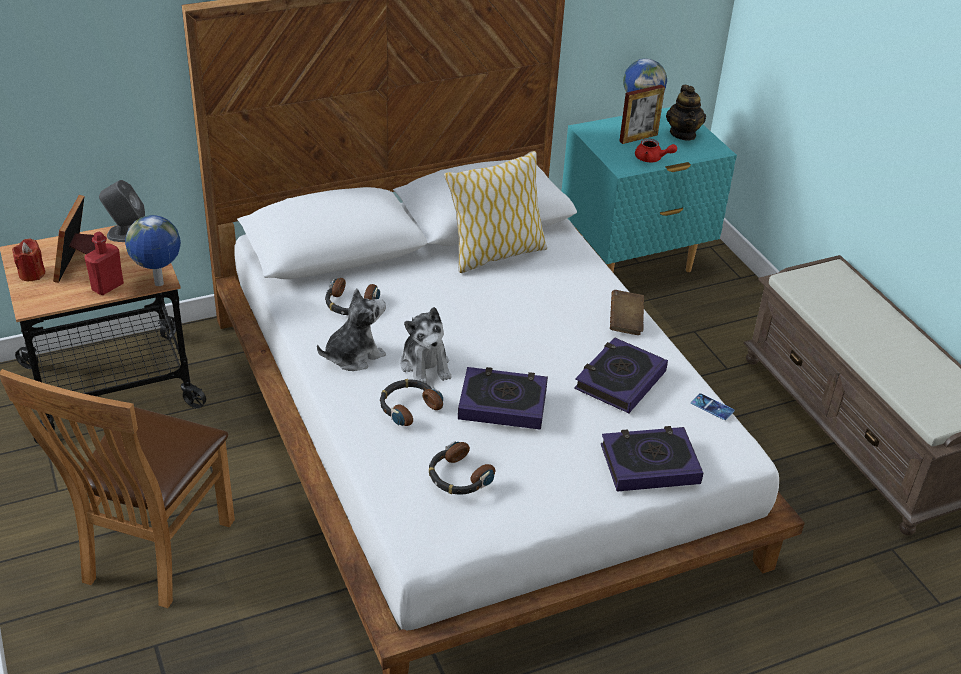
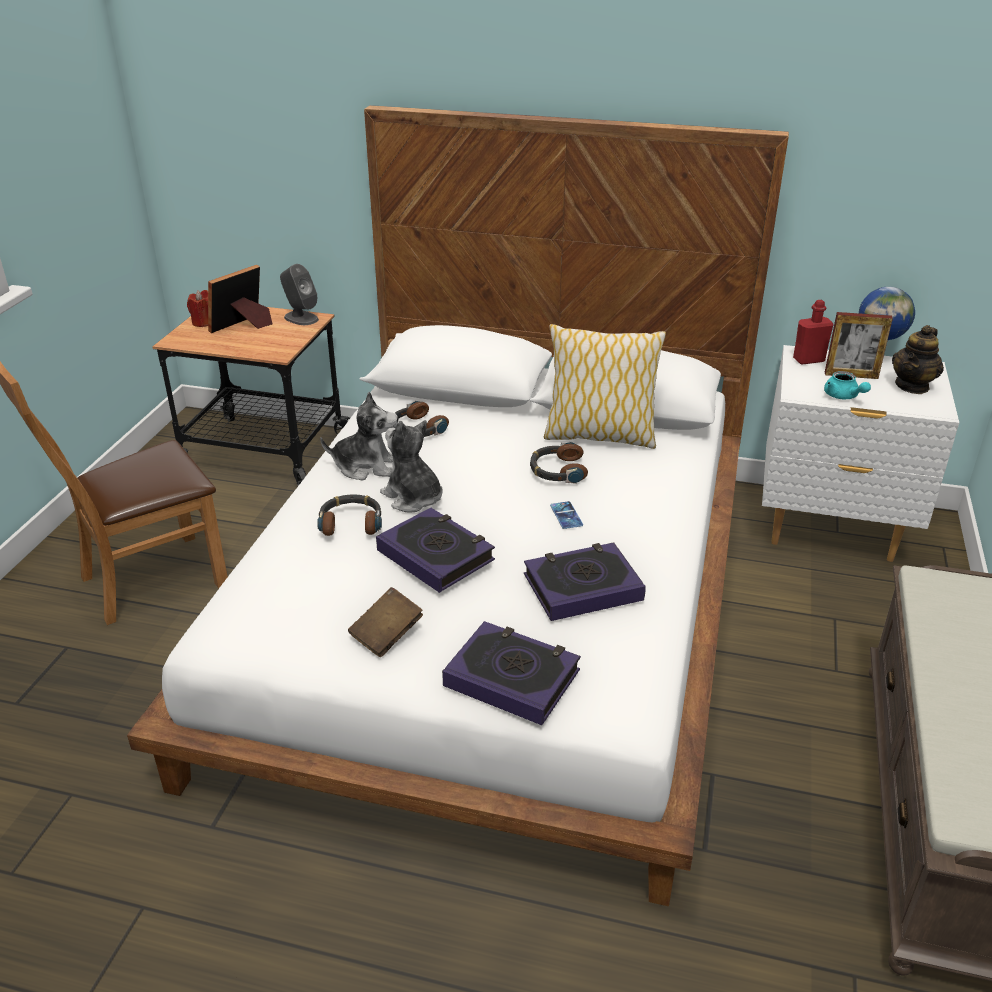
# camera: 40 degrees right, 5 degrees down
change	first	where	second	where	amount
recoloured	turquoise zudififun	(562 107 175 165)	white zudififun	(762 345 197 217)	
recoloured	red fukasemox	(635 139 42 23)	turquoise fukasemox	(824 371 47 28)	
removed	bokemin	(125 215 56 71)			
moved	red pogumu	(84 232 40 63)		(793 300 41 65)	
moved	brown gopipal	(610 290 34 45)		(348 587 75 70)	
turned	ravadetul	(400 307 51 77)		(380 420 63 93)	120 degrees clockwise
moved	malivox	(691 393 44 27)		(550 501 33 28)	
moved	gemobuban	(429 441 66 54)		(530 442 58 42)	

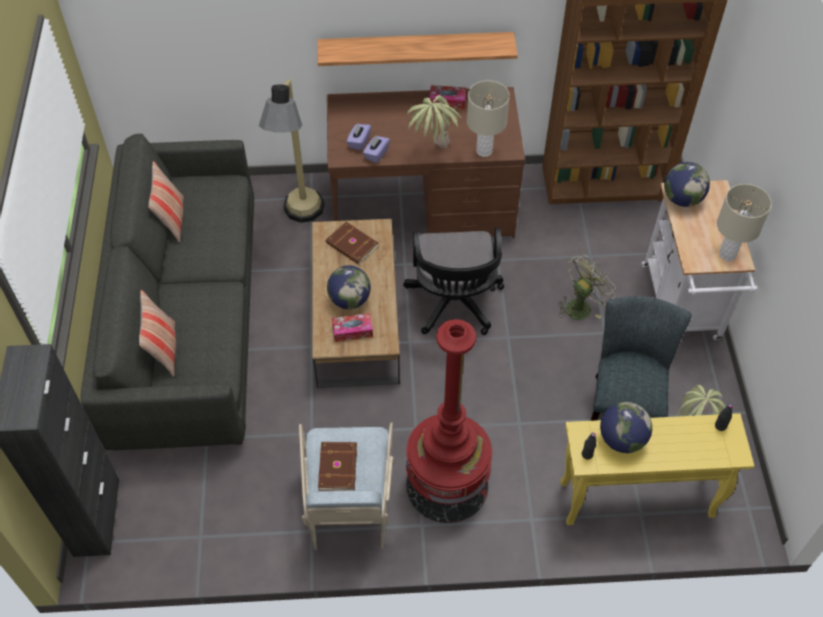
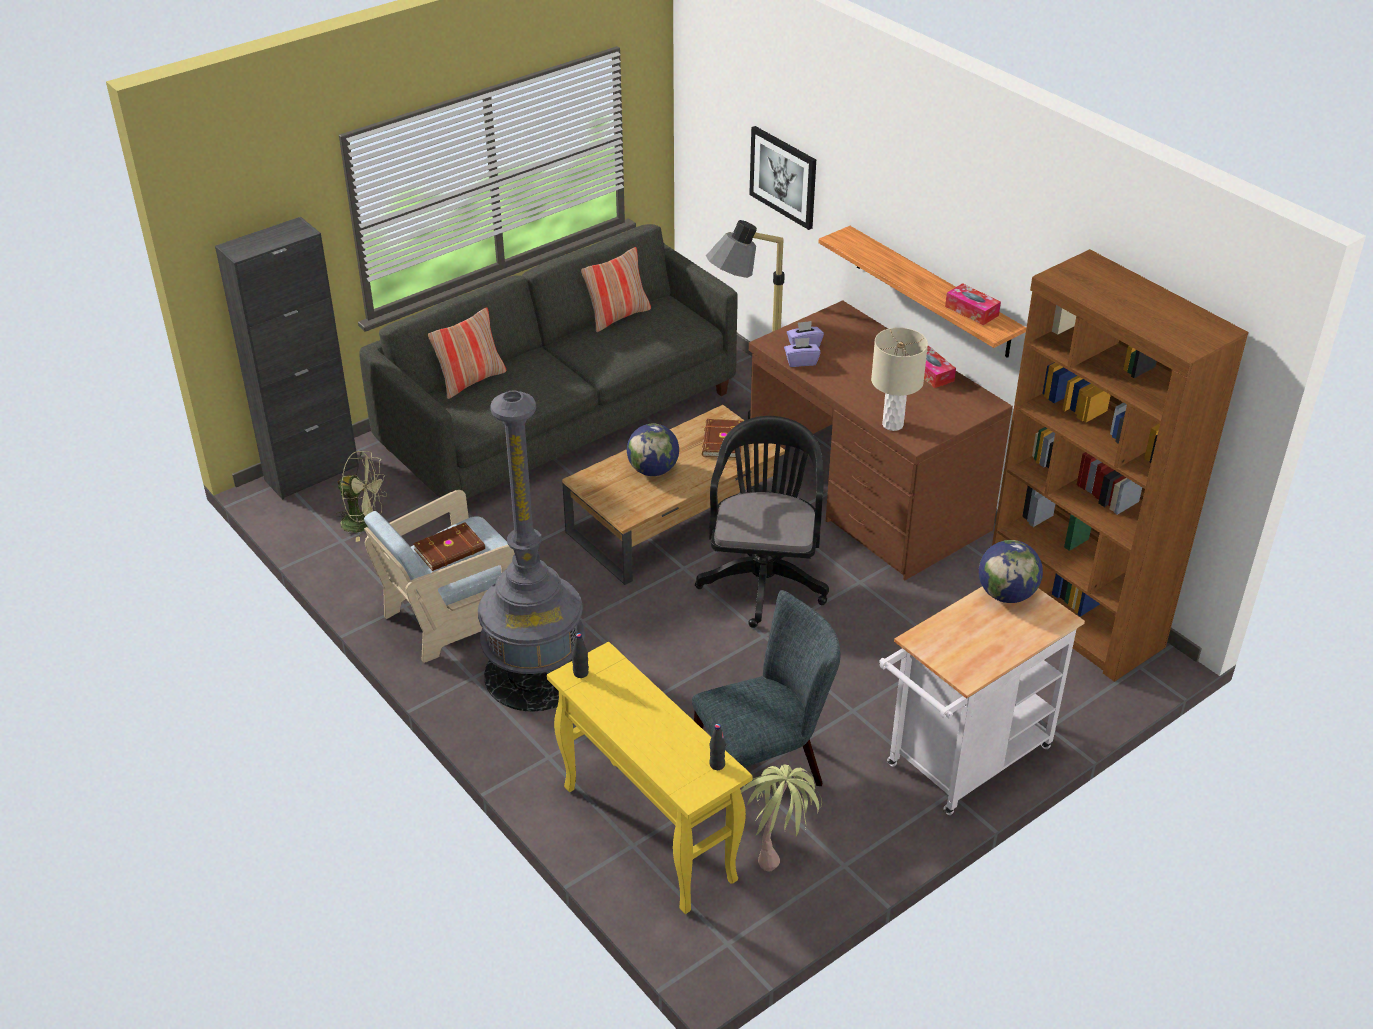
# camera: 55 degrees right, 15 degrees down
change	first	where	second	where	amount
removed	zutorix	(407 95 55 53)			
removed	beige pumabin	(717 184 55 77)			
turned	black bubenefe	(403 228 101 107)		(695 416 134 212)	135 degrees clockwise
moved	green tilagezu	(558 254 58 66)		(336 450 51 92)	
moved	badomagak	(332 313 41 29)		(945 283 56 42)	
recoloured	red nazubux	(406 319 86 204)	grey nazubux	(478 390 107 322)	
removed	bokemin	(600 402 52 51)			
added			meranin	(749 126 67 104)	

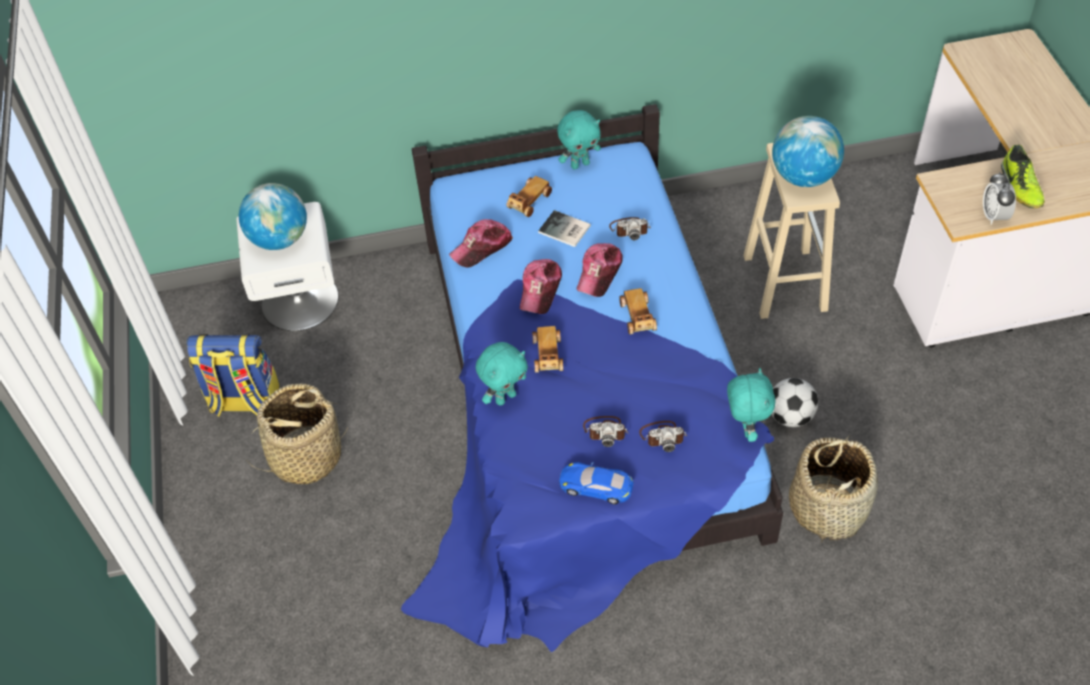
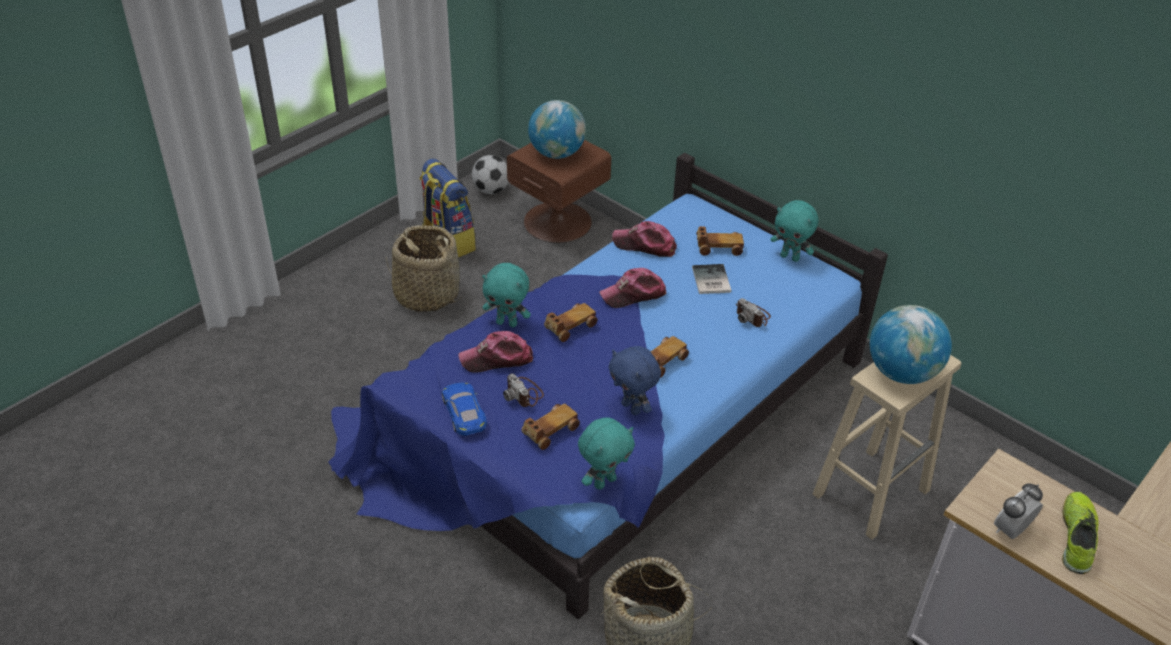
# camera: 50 degrees right, 10 degrees down
change	first	where	second	where	amount
turned	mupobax	(1001 145 44 63)		(1062 492 37 82)	150 degrees clockwise
recoloured	white zudififun	(236 202 103 129)	brown zudififun	(507 140 104 103)	
moved	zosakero	(576 243 47 54)		(458 331 75 42)	
moved	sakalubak	(771 378 47 49)		(472 155 37 39)	
replaced	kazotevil	(639 421 48 31)	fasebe	(521 404 59 46)	
added			blue ravadetul	(608 346 53 69)	

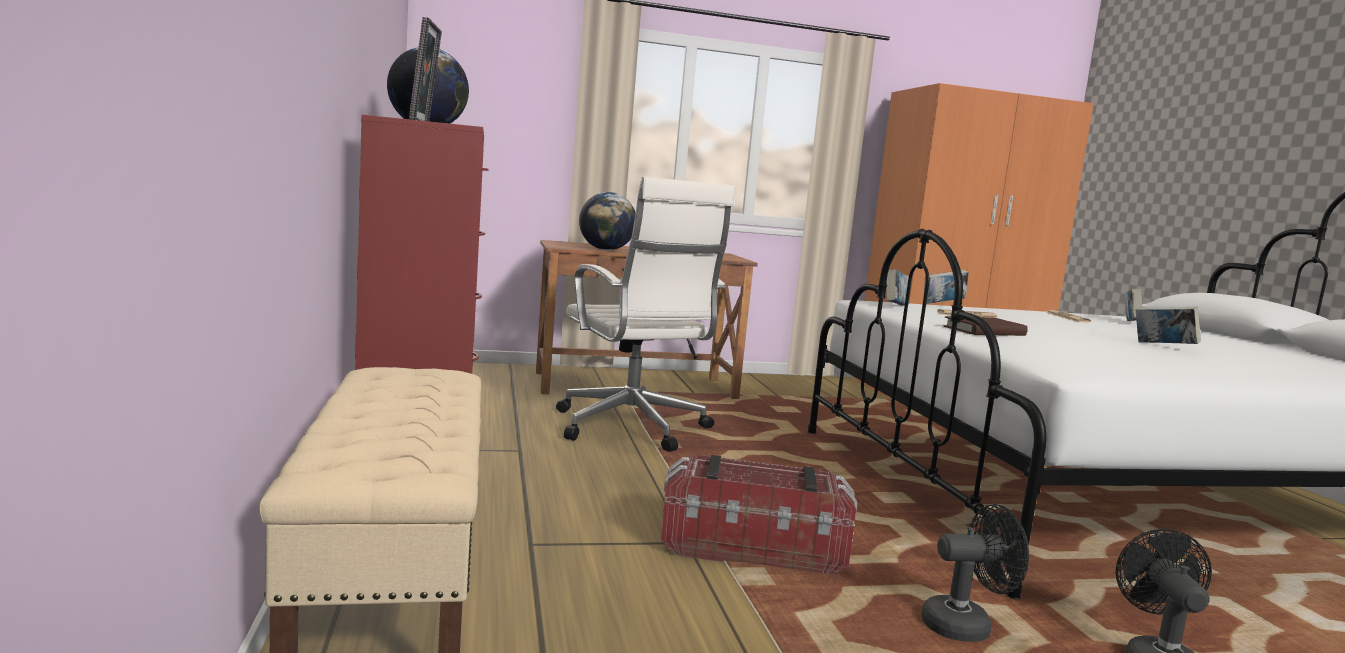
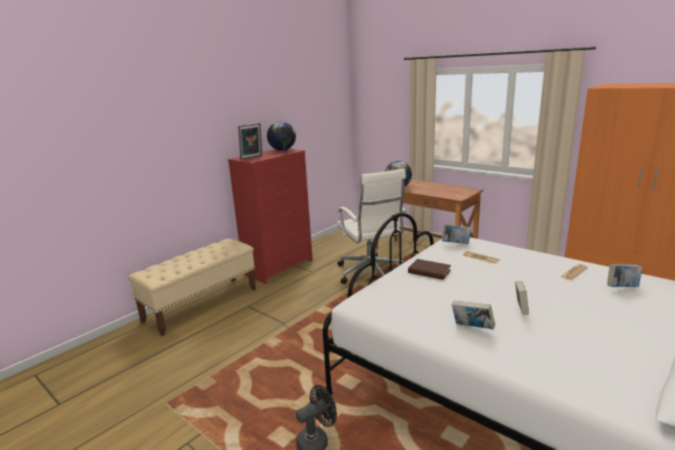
# camera: 55 degrees right, 10 degrees up
change	first	where	second	where	amount
turned	white bubenefe	(556 177 179 275)		(337 169 69 115)	45 degrees counterclockwise
moved	gopipal	(924 270 45 34)		(452 301 43 28)	
removed	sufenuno	(661 455 197 120)			
removed	black tilagezu	(921 504 108 138)			

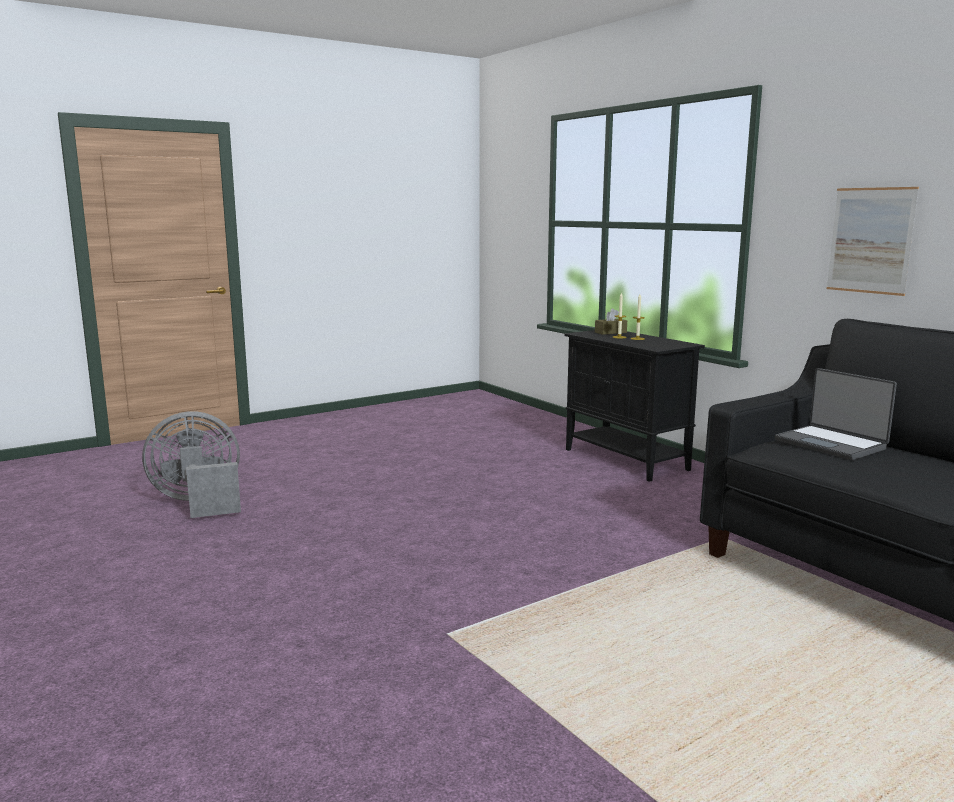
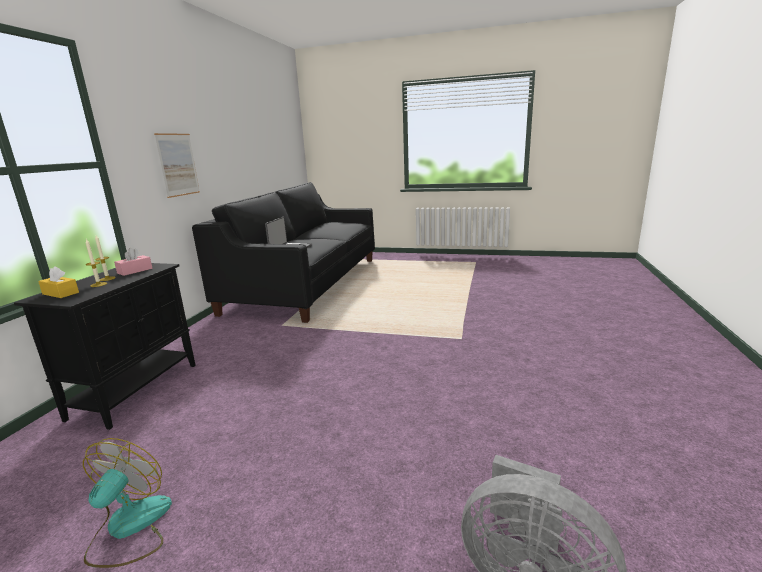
# camera: 130 degrees left, 5 degrees up
change	first	where	second	where	amount
recoloured	brown badomagak	(595 308 32 27)	yellow badomagak	(38 266 41 32)	
added			pink badomagak	(114 248 38 28)	
added			tilagezu	(83 438 89 130)	

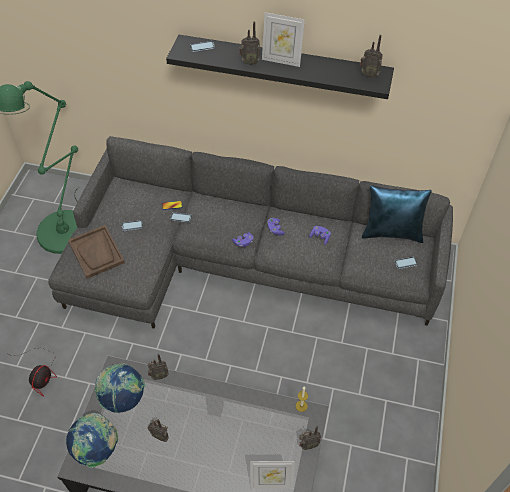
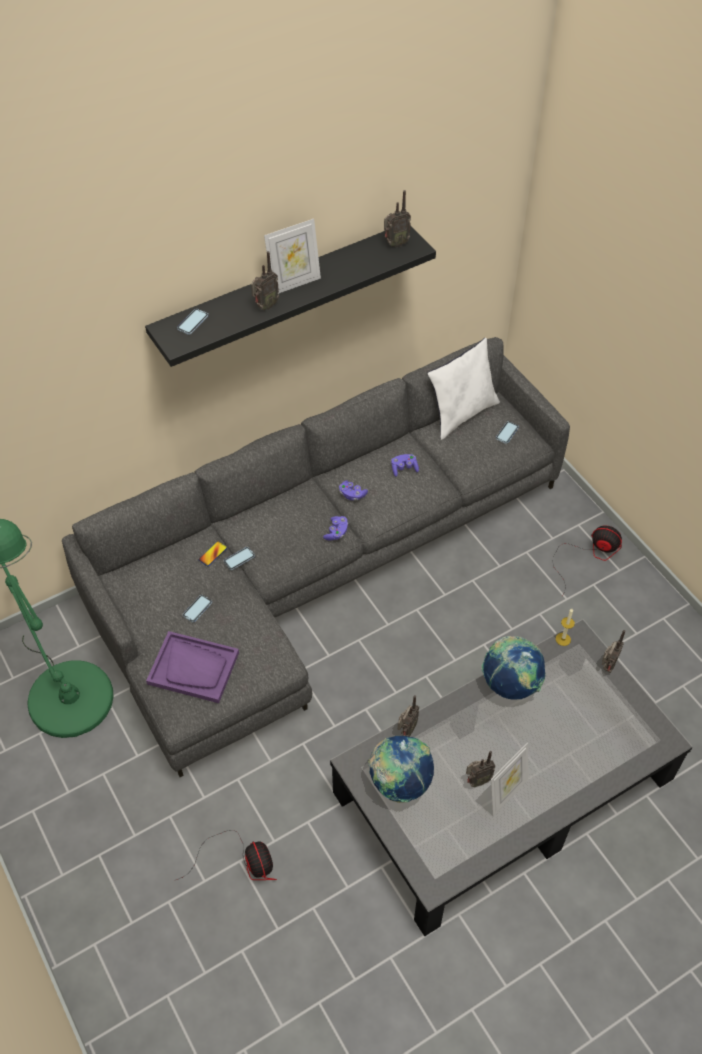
# camera: 45 degrees left, 0 degrees up
change	first	where	second	where	amount
recoloured	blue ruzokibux	(362 185 70 58)	white ruzokibux	(427 338 73 102)	
recoloured	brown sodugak	(68 225 57 54)	purple sodugak	(146 631 93 72)	
moved	bokemin	(65 413 53 55)		(481 636 65 64)	
moved	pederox	(250 461 45 28)		(491 742 37 74)	
added			tilagezu	(552 526 70 68)	

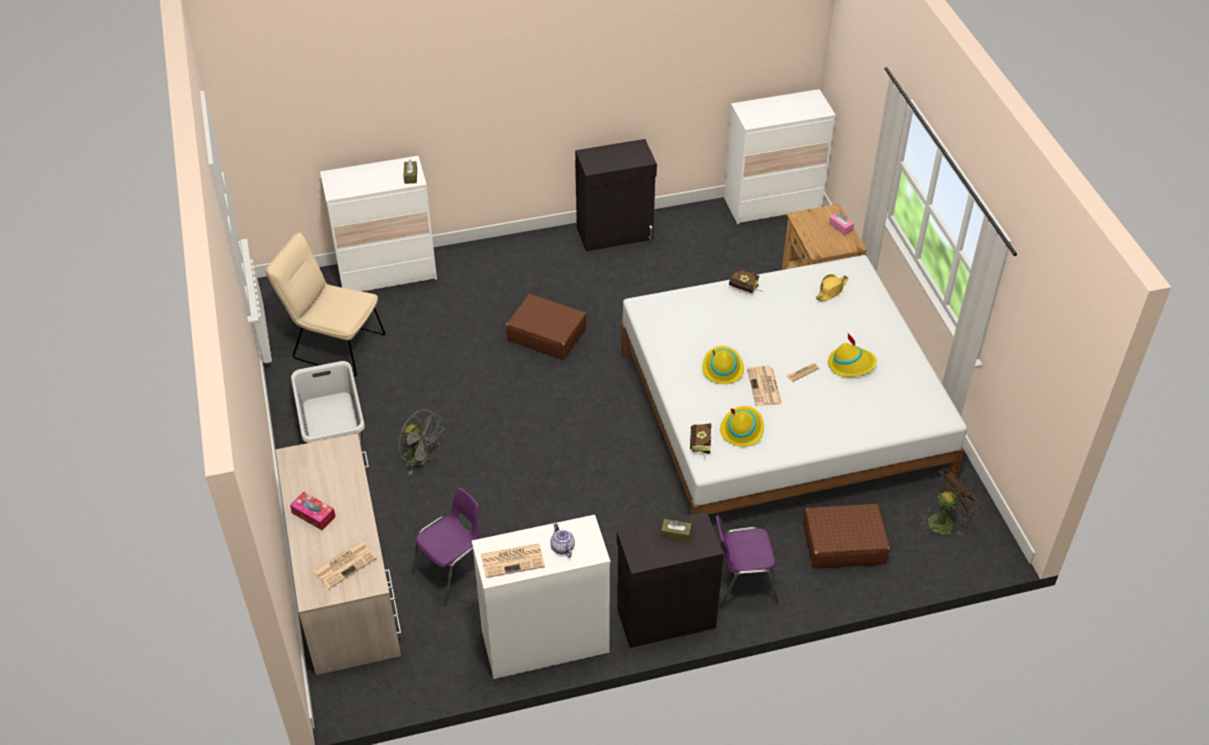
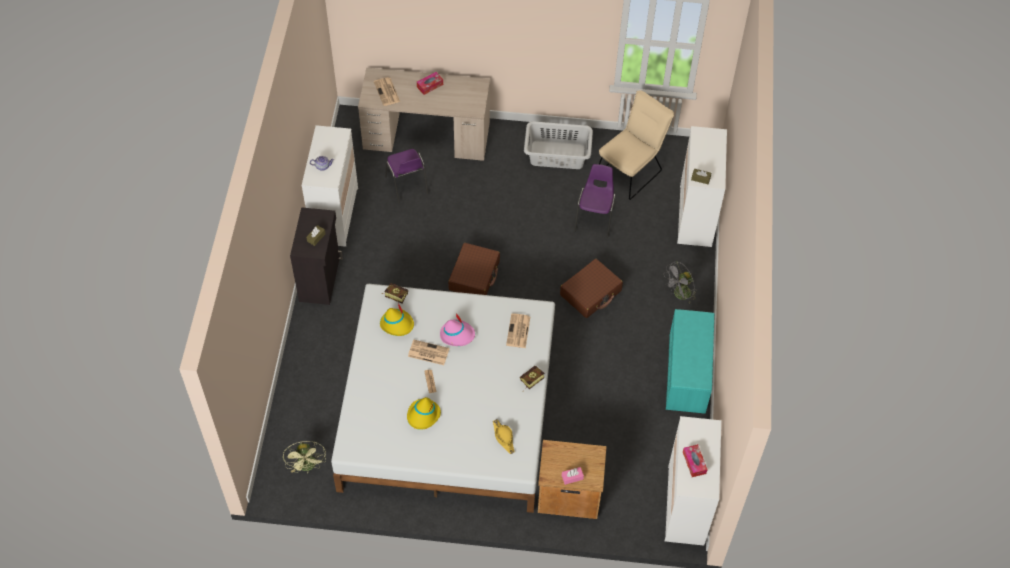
# camera: 110 degrees right, 10 degrees up
change	first	where	second	where	amount
replaced	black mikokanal	(575 139 82 112)	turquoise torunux	(666 309 48 105)	
recoloured	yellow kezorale	(702 346 42 38)	pink kezorale	(440 313 35 33)	
moved	grey tilagezu	(399 409 46 66)		(665 261 32 42)	
recoloured	brown tilagezu	(920 467 60 69)	green tilagezu	(283 441 43 32)	
moved	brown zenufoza	(803 504 87 65)		(448 243 52 52)	
moved	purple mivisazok	(716 515 63 93)		(574 164 42 74)	
moved	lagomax	(481 543 64 35)		(506 313 24 35)	
added			badomagak	(683 444 25 33)	

